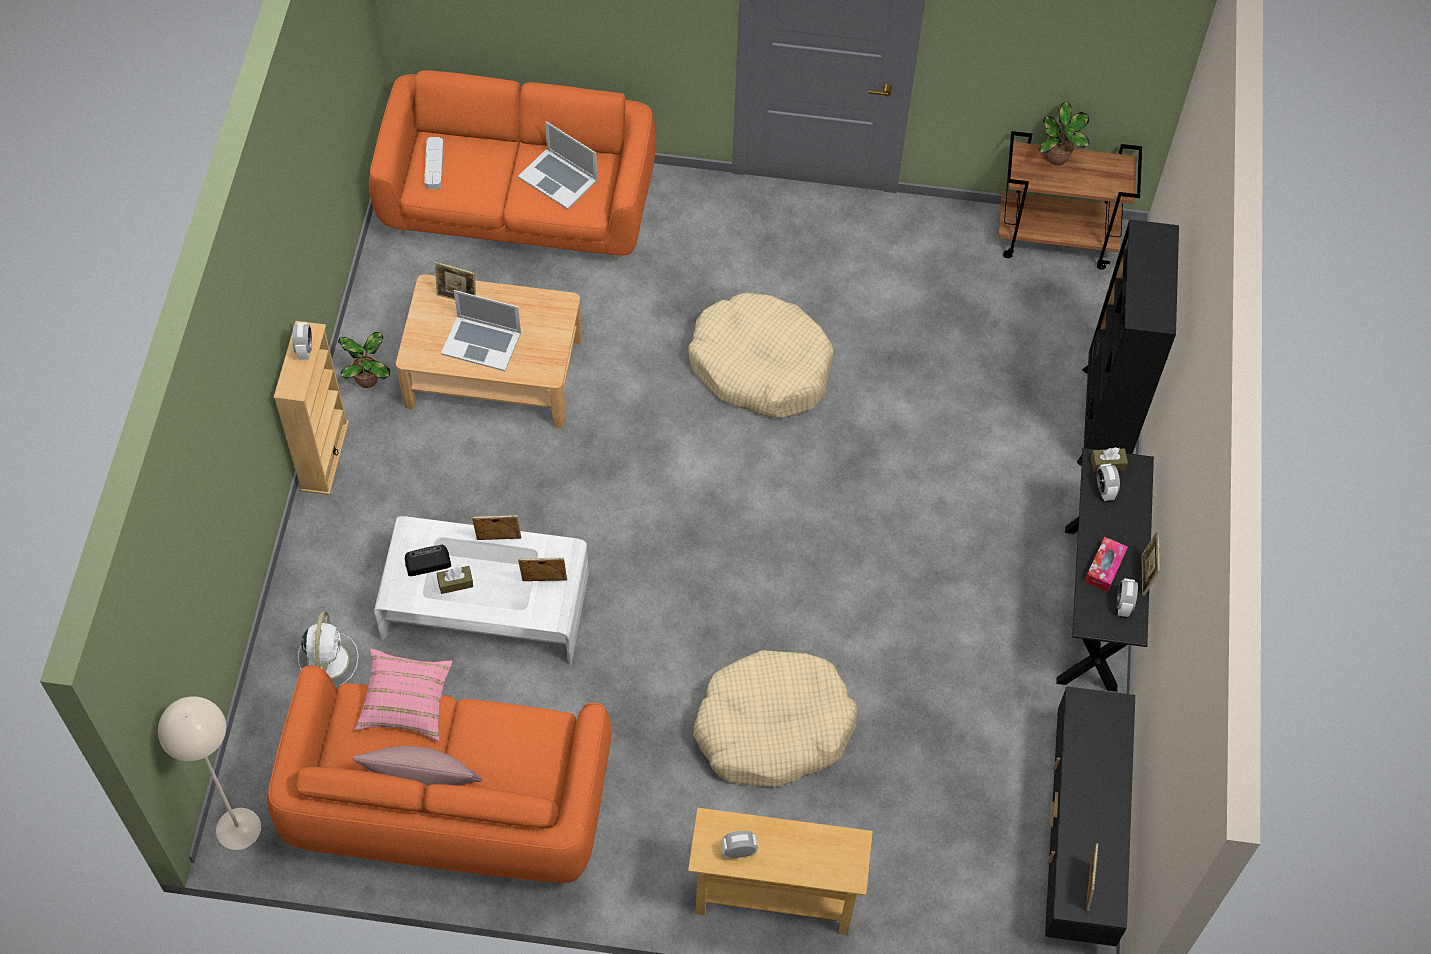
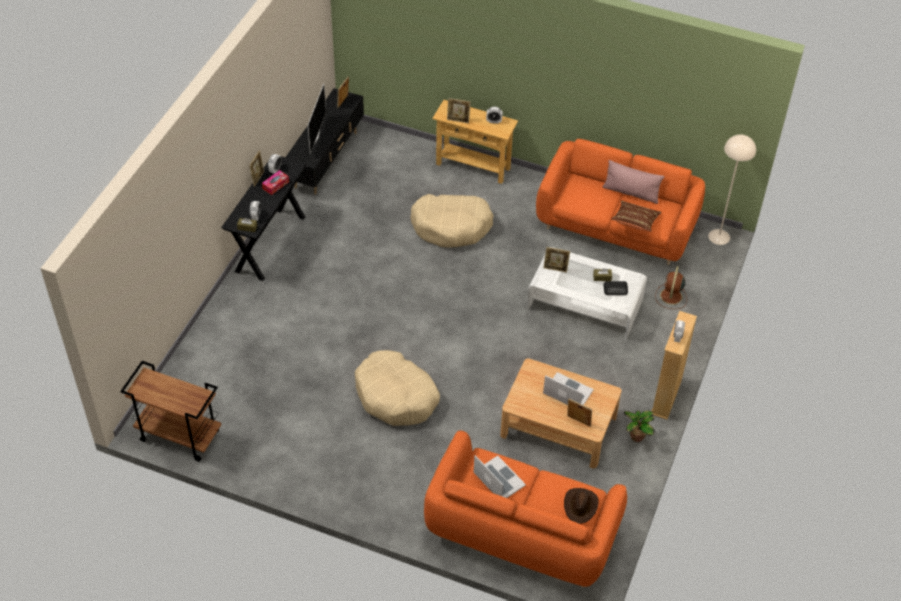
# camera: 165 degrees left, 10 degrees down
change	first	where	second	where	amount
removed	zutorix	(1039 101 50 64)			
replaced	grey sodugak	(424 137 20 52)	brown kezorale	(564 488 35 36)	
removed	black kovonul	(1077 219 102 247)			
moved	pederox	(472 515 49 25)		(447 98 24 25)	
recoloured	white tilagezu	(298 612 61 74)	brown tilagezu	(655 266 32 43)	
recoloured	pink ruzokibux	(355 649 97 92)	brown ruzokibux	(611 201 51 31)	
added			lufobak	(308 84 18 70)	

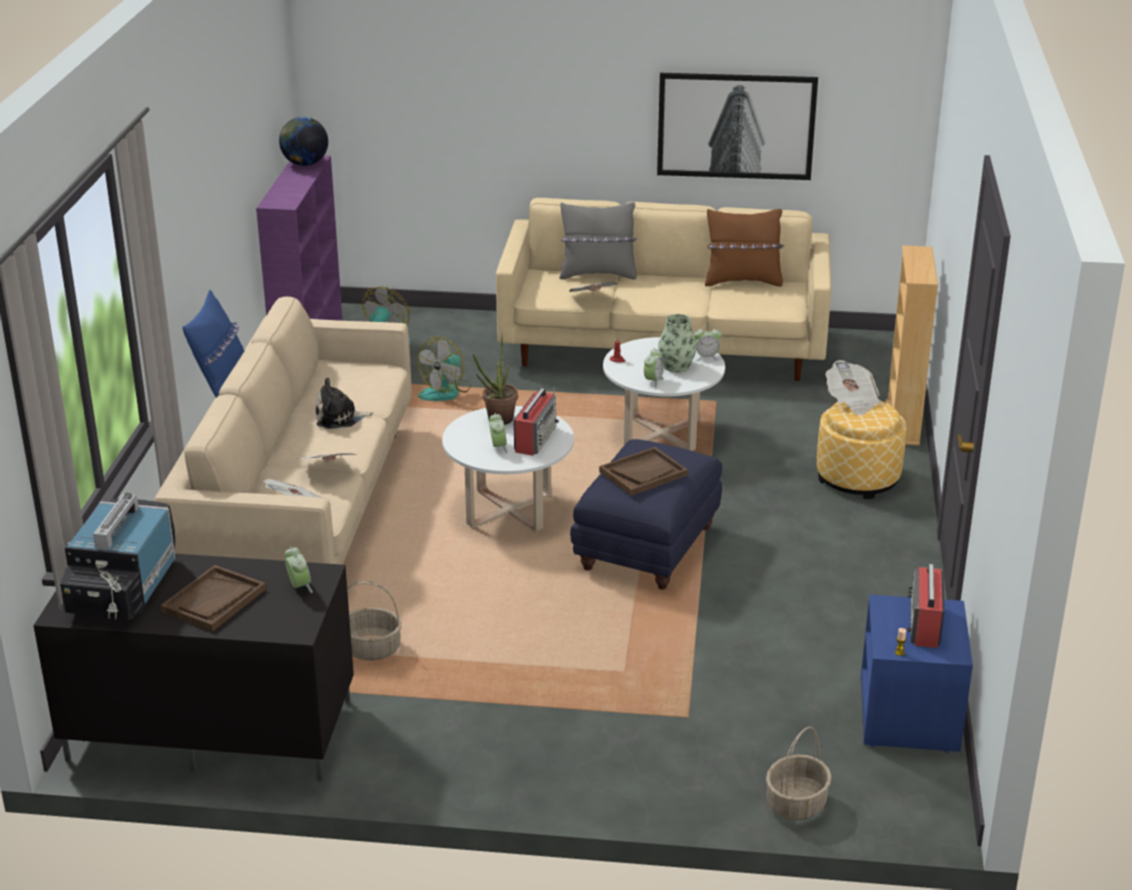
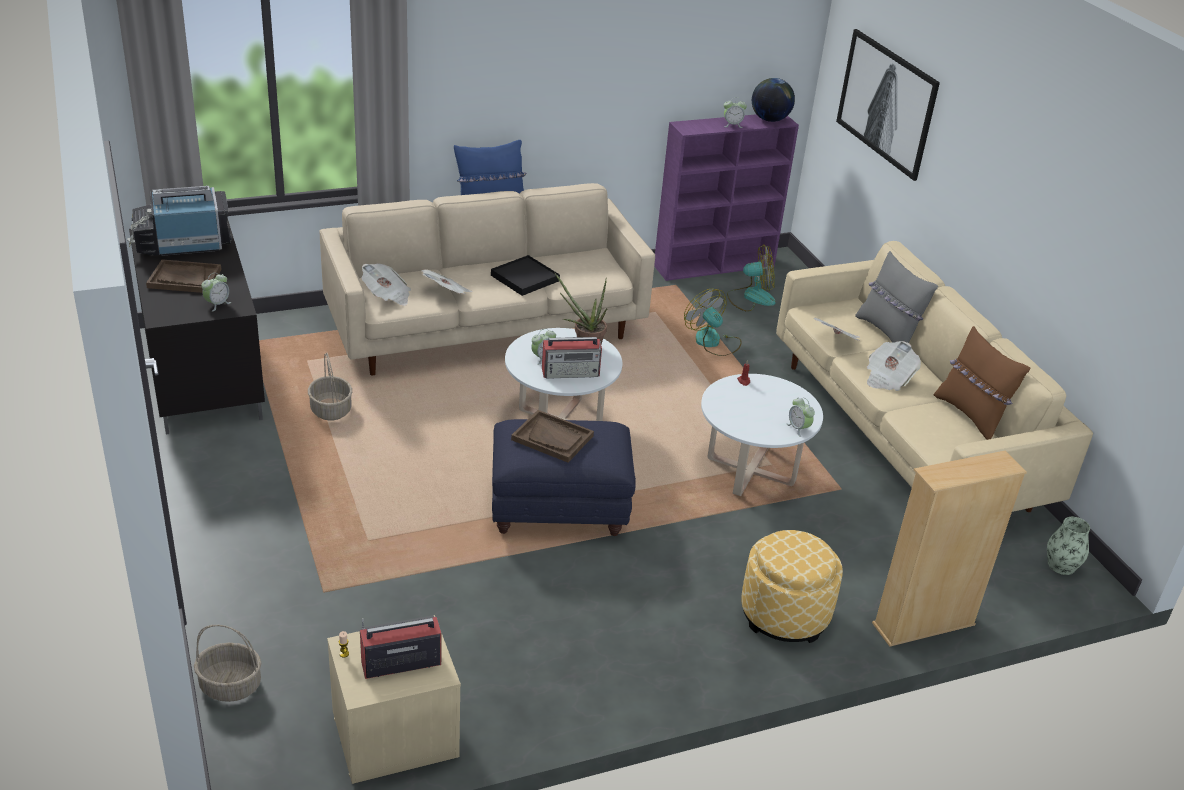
# camera: 60 degrees right, 5 degrees up
change	first	where	second	where	amount
moved	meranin	(657 73 161 107)		(836 29 104 152)	
moved	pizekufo	(658 314 39 59)		(1047 517 43 58)	
turned	tilagezu	(417 337 54 64)		(684 289 58 67)	45 degrees clockwise
moved	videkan	(644 348 20 40)		(724 97 23 31)	
moved	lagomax	(825 360 56 56)		(867 341 54 50)	
replaced	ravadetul	(315 378 58 51)	black sodugak	(491 255 69 41)	
recoloured	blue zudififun	(860 595 113 158)	beige zudififun	(327 615 134 169)	

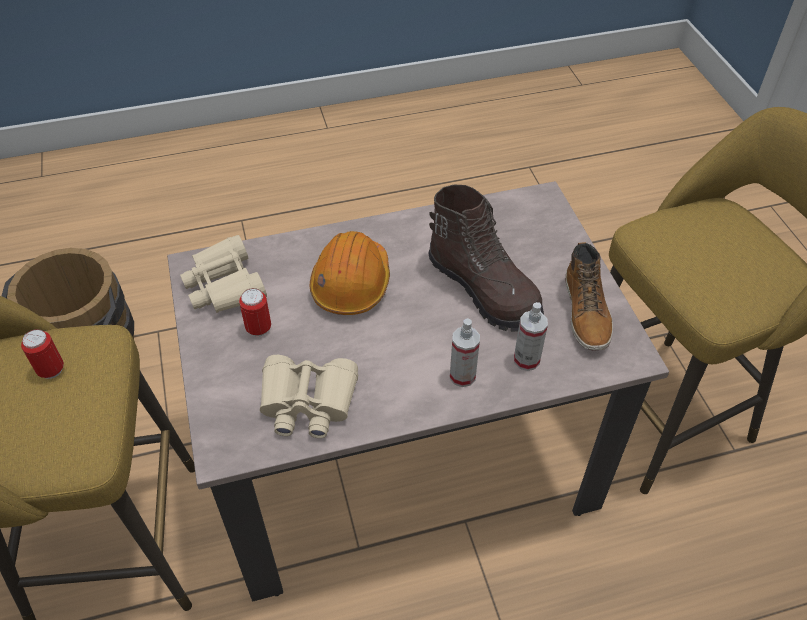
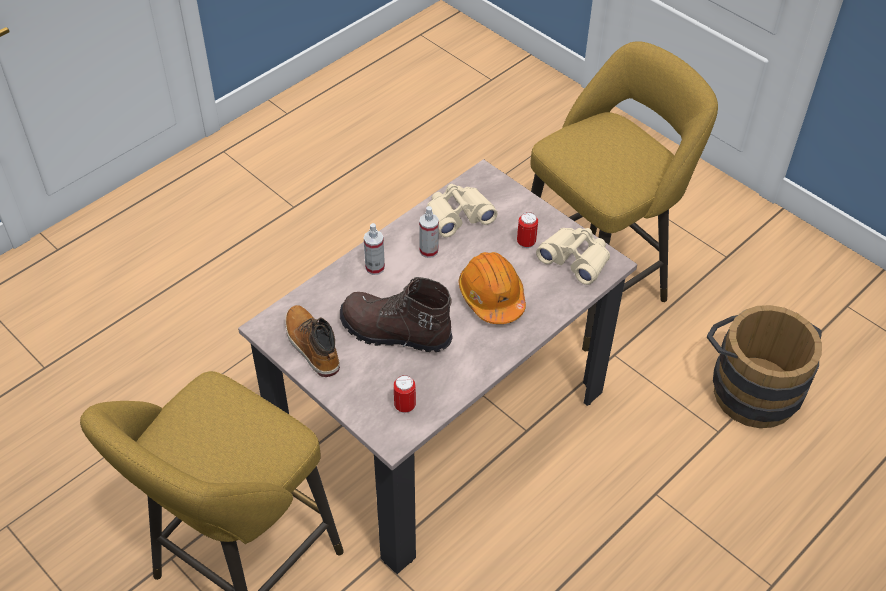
# camera: 150 degrees right, 0 degrees up
change	first	where	second	where	amount
moved	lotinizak	(514 302 34 69)		(419 206 20 52)	
moved	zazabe	(21 329 43 50)		(394 375 22 38)	

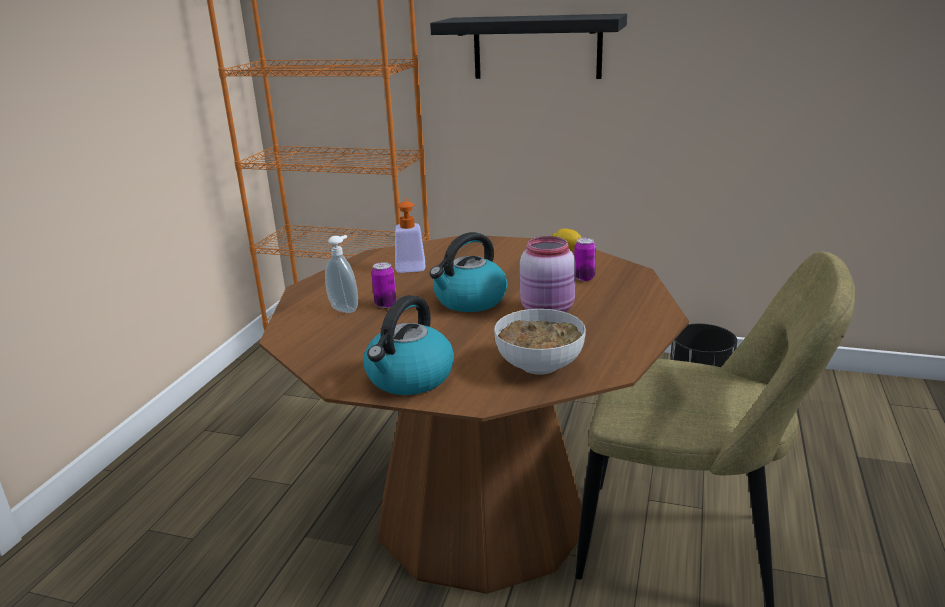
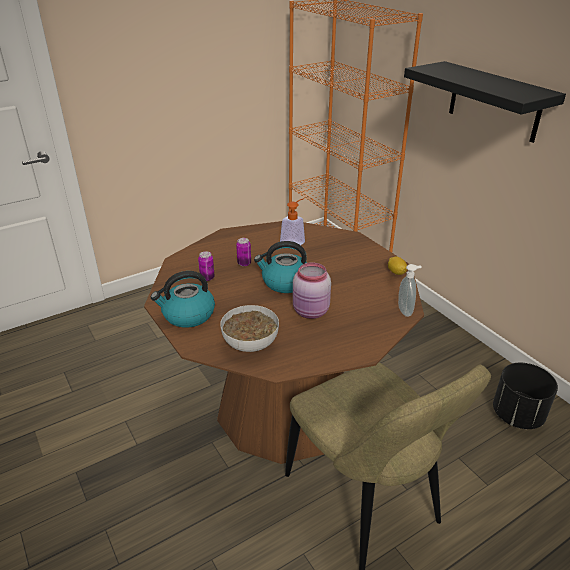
# camera: 40 degrees right, 10 degrees up
change	first	where	second	where	amount
moved	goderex	(325 235 33 78)		(398 264 24 53)	
moved	zazabe	(574 238 22 43)		(198 251 17 30)	

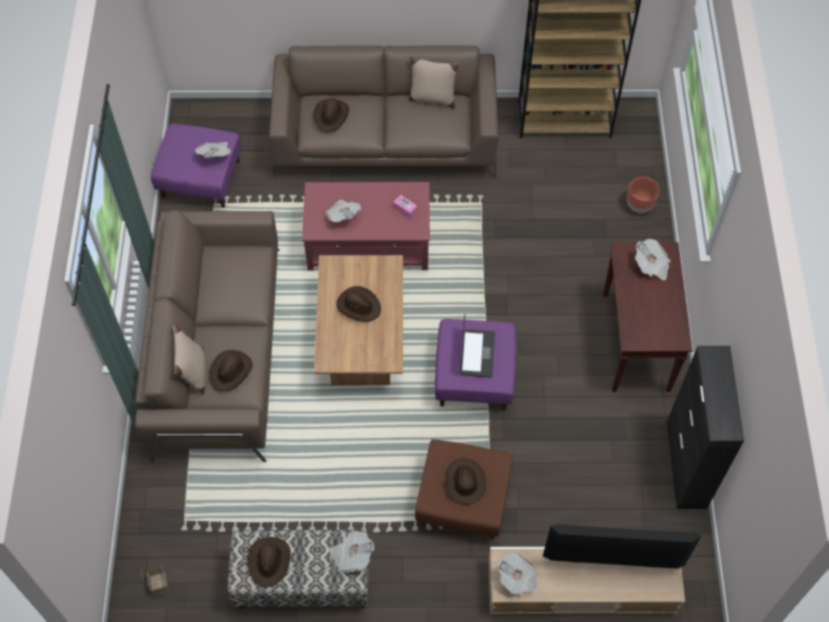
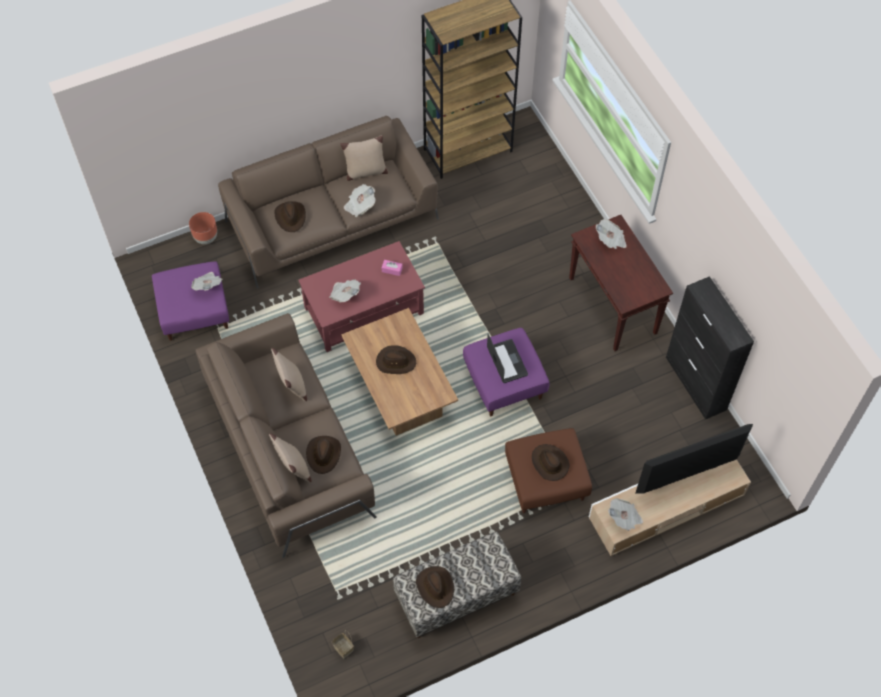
# camera: 25 degrees left, 0 degrees up
change	first	where	second	where	amount
moved	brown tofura	(627 176 33 37)		(189 212 28 32)	
moved	lagomax	(330 532 44 40)		(344 184 32 33)	
added			beige ruzokibux	(271 348 36 53)	

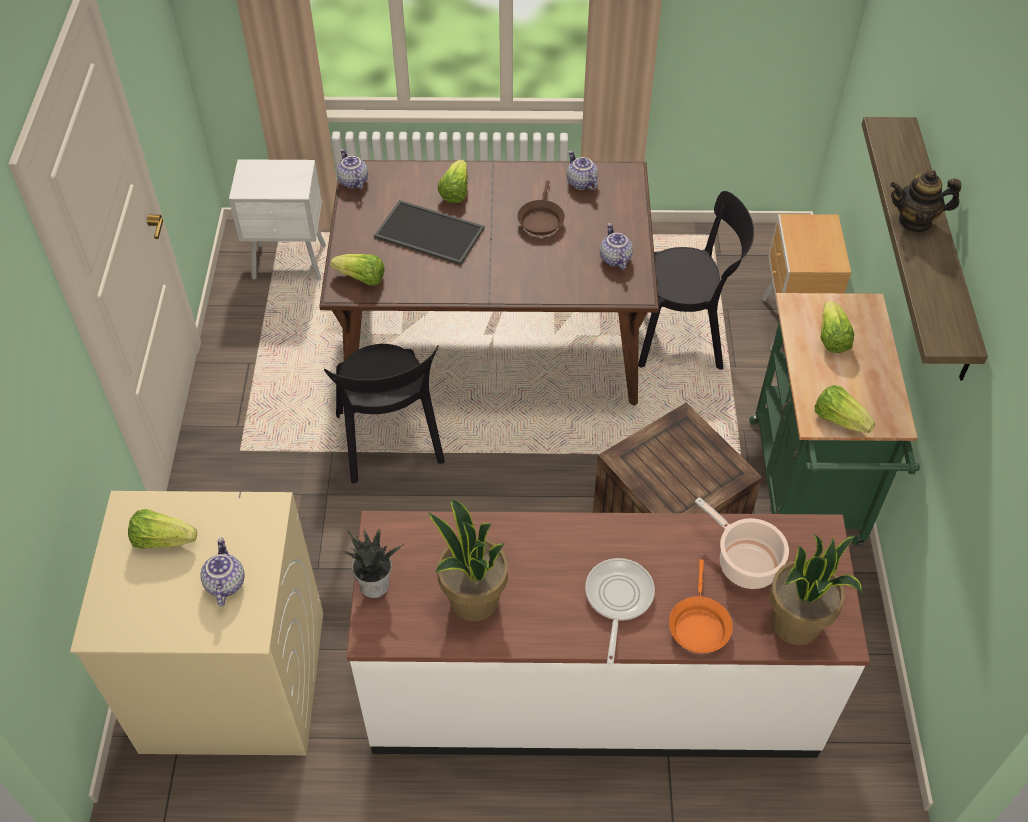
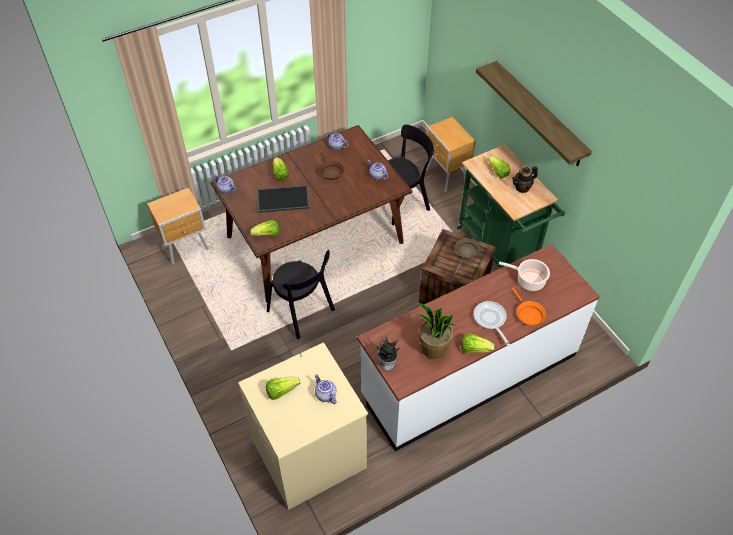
# camera: 30 degrees left, 0 degrees up
change	first	where	second	where	amount
recoloured	white zudififun	(229 159 97 121)	brown zudififun	(147 188 62 77)	
moved	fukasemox	(890 170 71 63)		(512 166 26 27)	
moved	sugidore	(815 385 60 48)		(461 333 34 20)	
removed	zutorix	(770 534 92 112)			
added			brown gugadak	(455 238 26 36)	

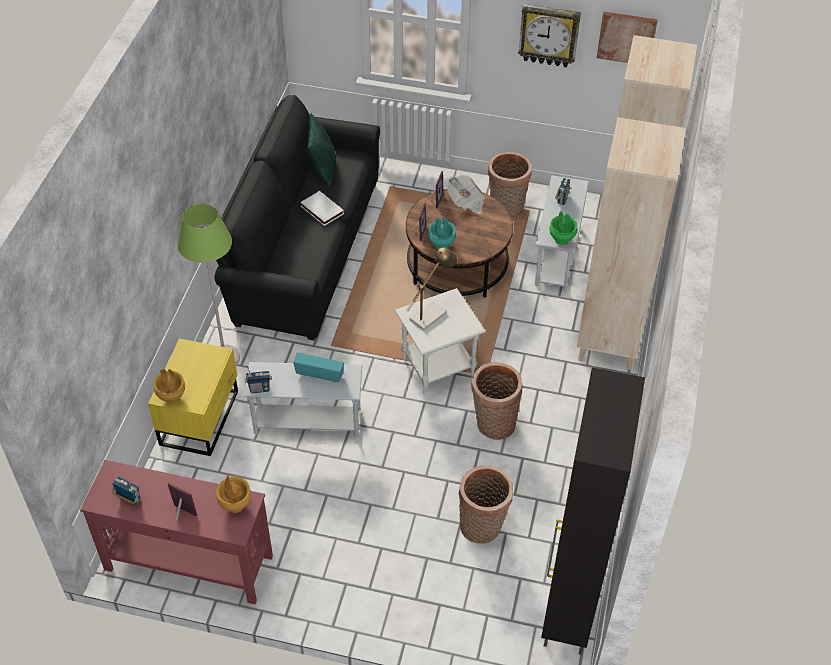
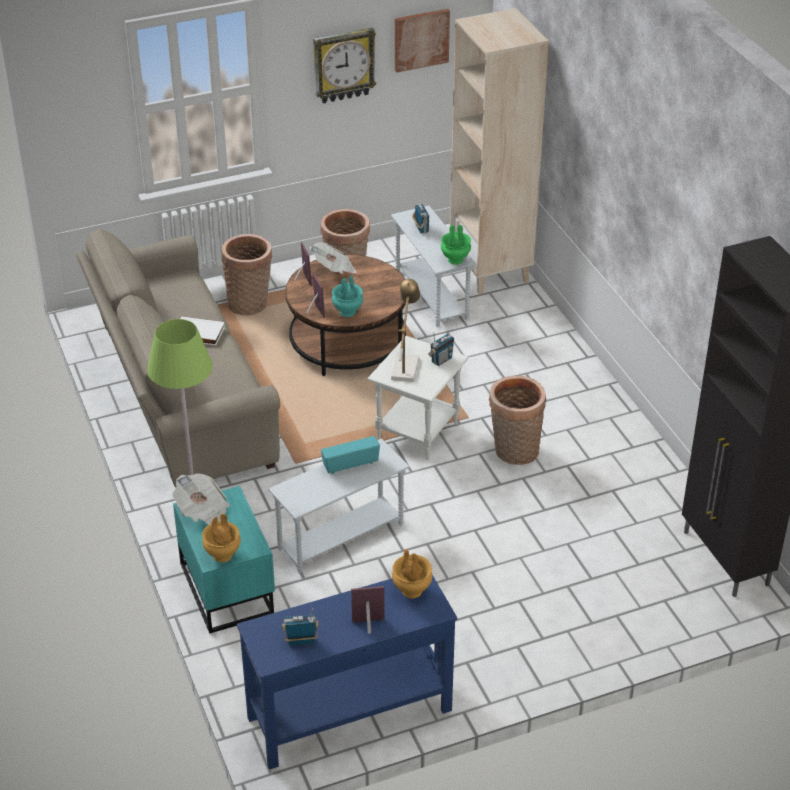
# camera: 35 degrees left, 10 degrees down
change	first	where	second	where	amount
recoloured	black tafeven	(215 95 165 246)	beige tafeven	(76 229 204 258)	
removed	green ruzokibux	(307 113 29 75)			
removed	beige kovonul	(577 117 109 253)			
recoloured	yellow zudififun	(148 338 90 118)	turquoise zudififun	(173 486 102 148)	
moved	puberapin	(245 366 27 27)		(428 332 26 34)	
recoloured	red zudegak	(80 460 193 144)	blue zudegak	(237 576 220 194)	
moved	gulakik	(459 465 54 79)		(222 234 51 82)	
added			lagomax	(173 474 57 51)	

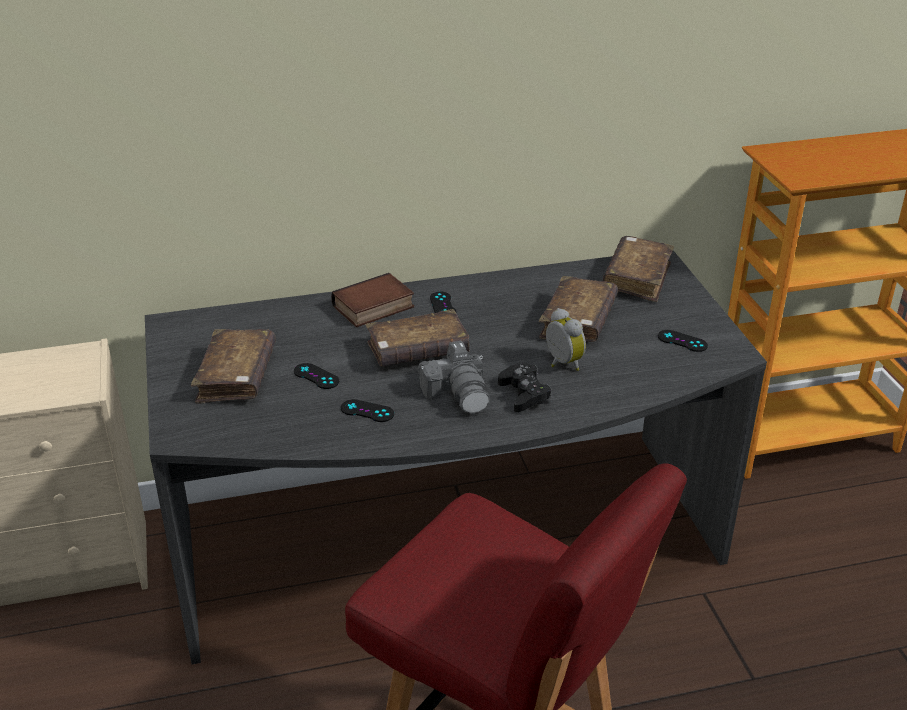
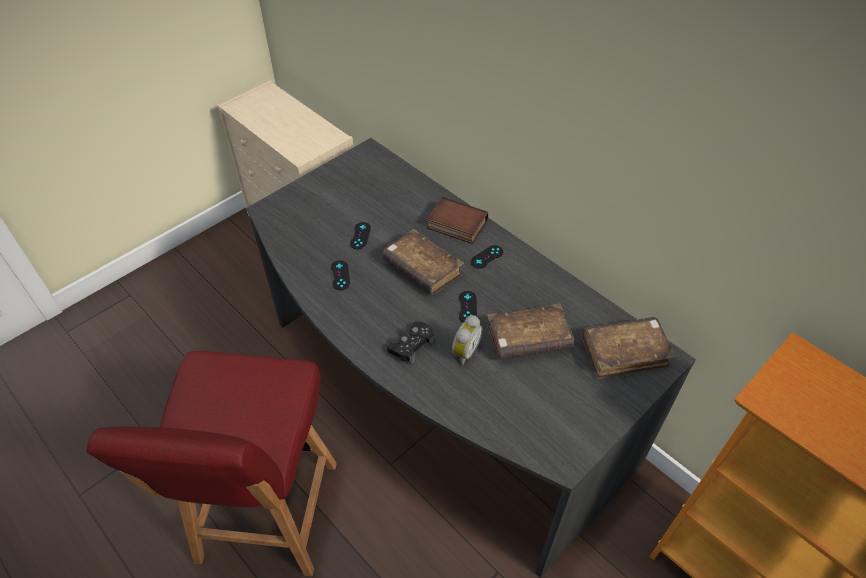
# camera: 60 degrees right, 15 degrees up
change	first	where	second	where	amount
removed	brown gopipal	(191 329 85 75)			
moved	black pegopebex	(658 330 50 22)		(459 291 18 32)	
removed	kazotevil	(418 341 73 73)			

